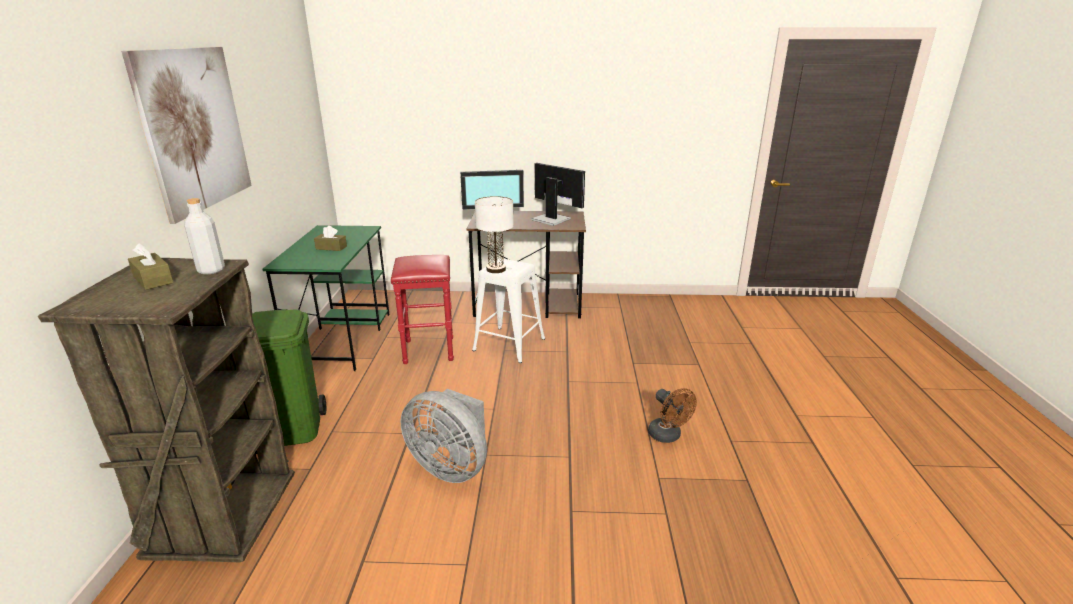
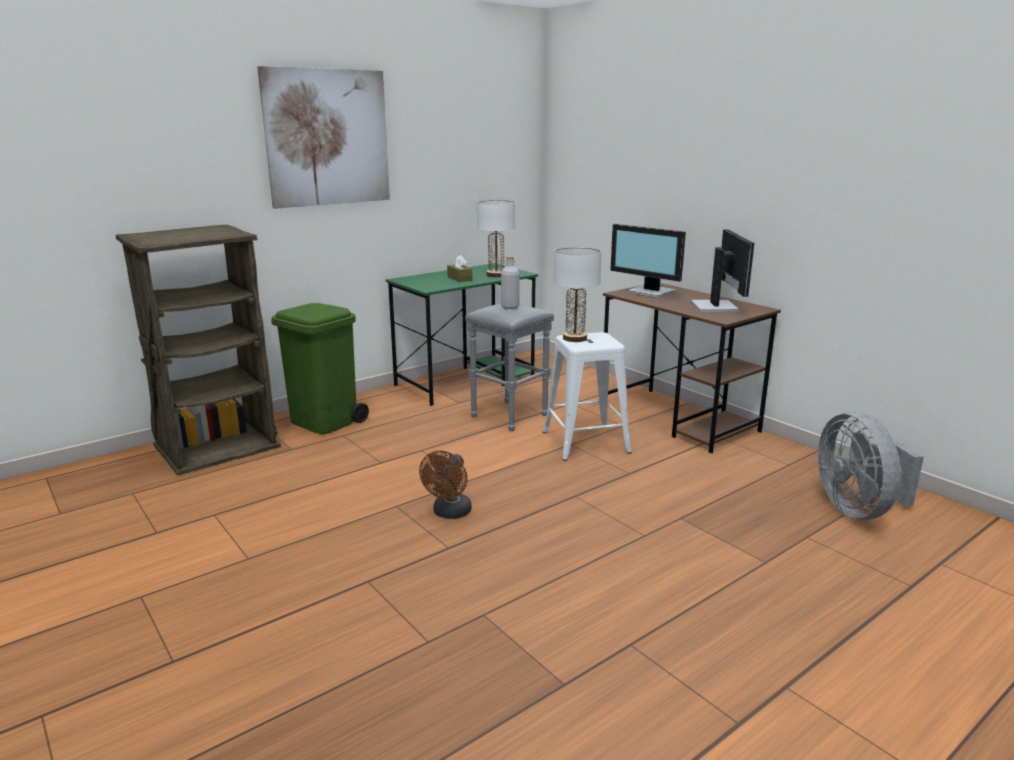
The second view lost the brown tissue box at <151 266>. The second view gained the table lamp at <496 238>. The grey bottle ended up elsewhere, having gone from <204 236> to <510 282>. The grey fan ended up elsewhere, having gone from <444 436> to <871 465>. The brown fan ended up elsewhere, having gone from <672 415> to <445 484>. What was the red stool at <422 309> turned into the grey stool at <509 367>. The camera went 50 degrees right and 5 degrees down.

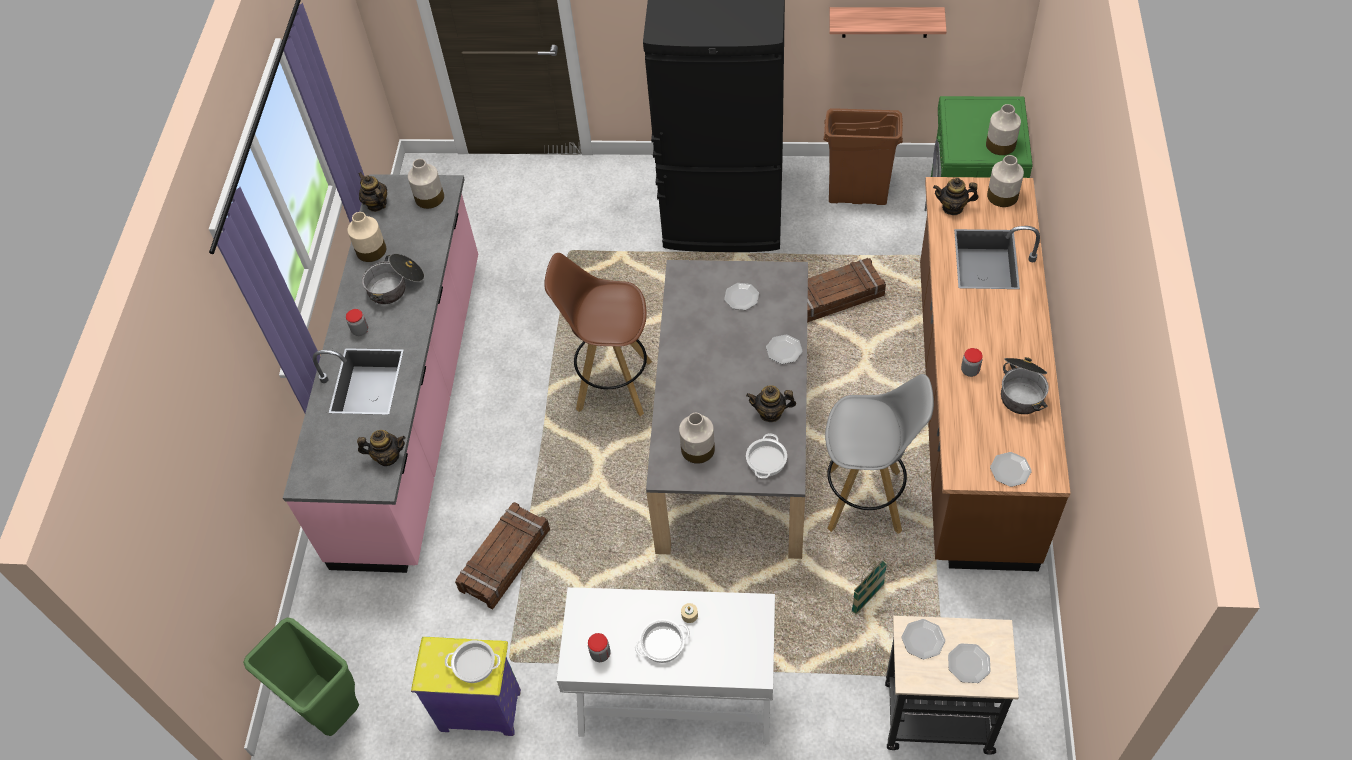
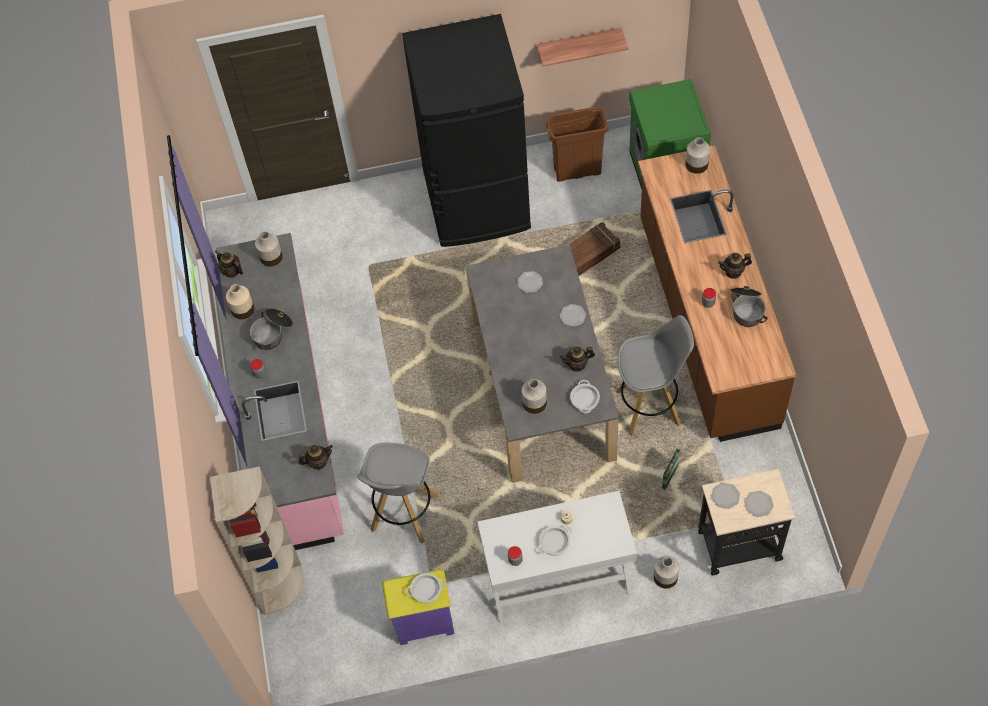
The second view lost the green trash can at <301 676>. The second view lost the brown stool at <598 334>. The second view lost the plate at <1011 469>. The second view gained the beige bookcase at <256 540>. The teapot ended up elsewhere, having gone from <956 196> to <735 266>. The beige vase ended up elsewhere, having gone from <1003 129> to <666 572>. Where the crate stood at <502 556>, the grey stool came to stand at <398 493>. The camera went 15 degrees left and 5 degrees up.

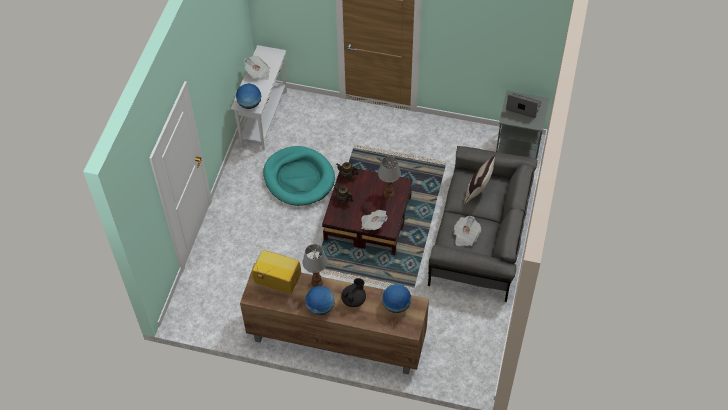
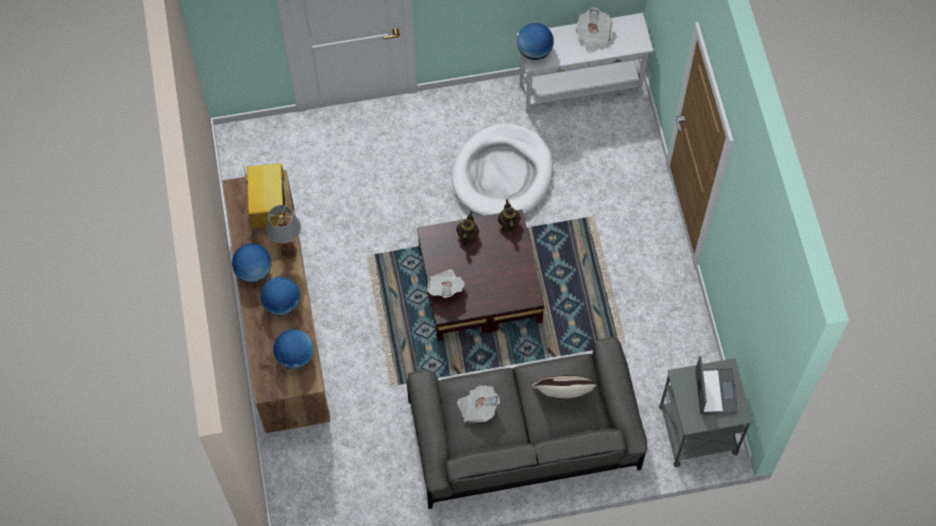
The second view lost the table lamp at <389 177>. Where the black teapot stood at <353 292>, the globe came to stand at <280 296>. What was the turquoise dog bed at <299 176> turned into the white dog bed at <502 169>. The camera went 65 degrees right and 10 degrees up.

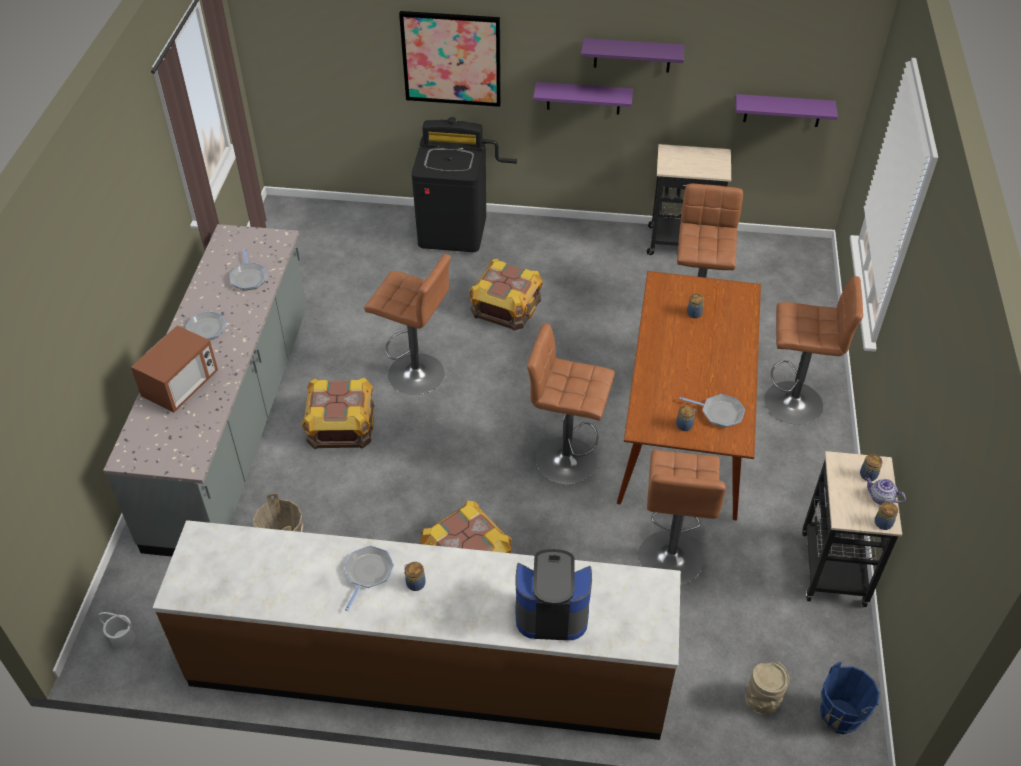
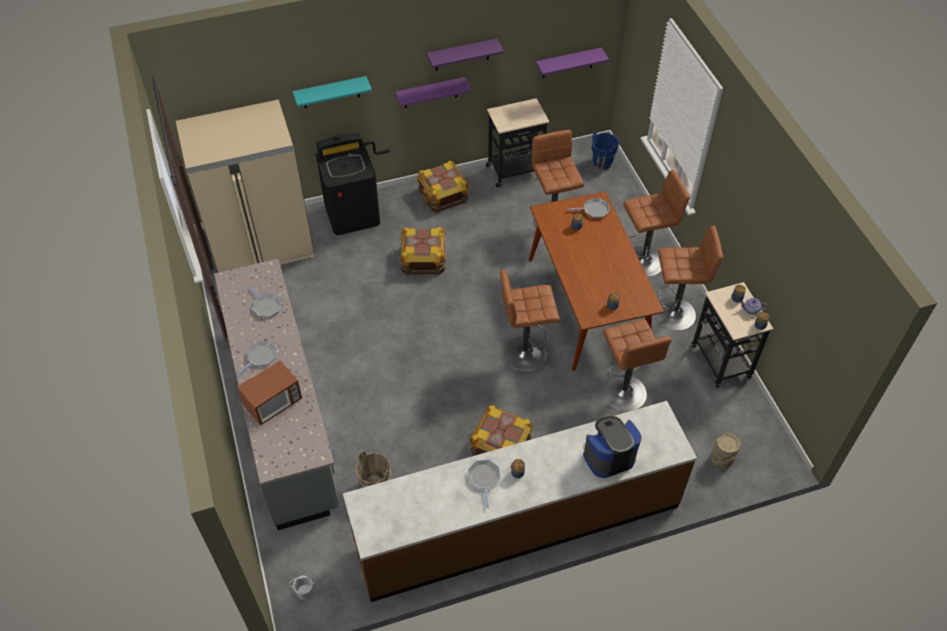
The second view gained the beige fridge at <245 186>. The crate ended up elsewhere, having gone from <338 413> to <443 187>. The brown stool ended up elsewhere, having gone from <407 324> to <688 278>. The frying pan ended up elsewhere, having gone from <712 411> to <589 208>. The blue bucket ended up elsewhere, having gone from <850 698> to <605 150>. Where the picture hung at <450 59>, the turquoise shelf came to hang at <332 92>. The microwave at <174 368> ended up facing another way, 45 degrees clockwise from before. The camera went 25 degrees left and 5 degrees up.

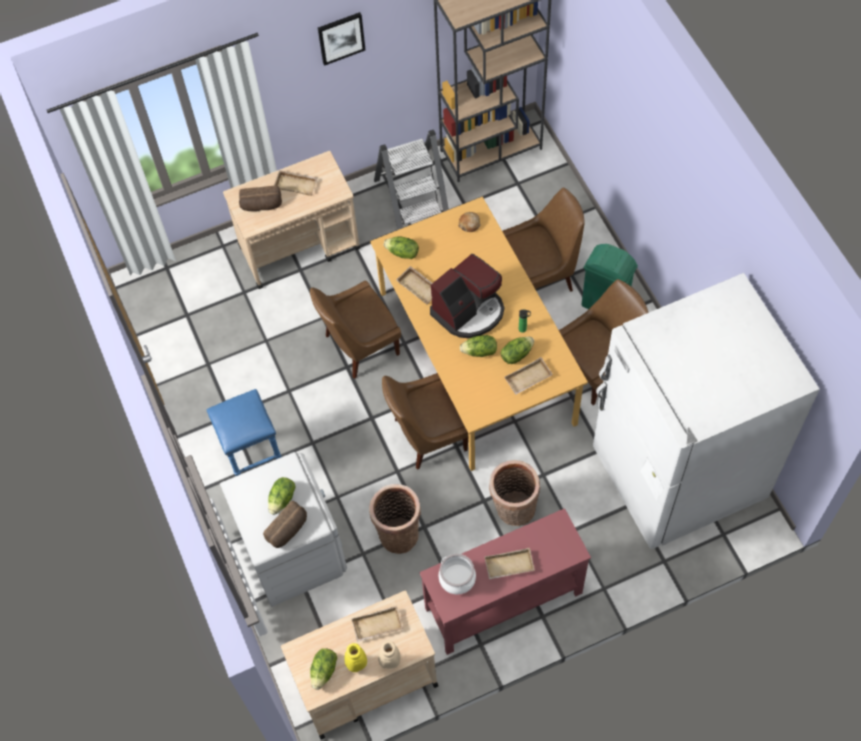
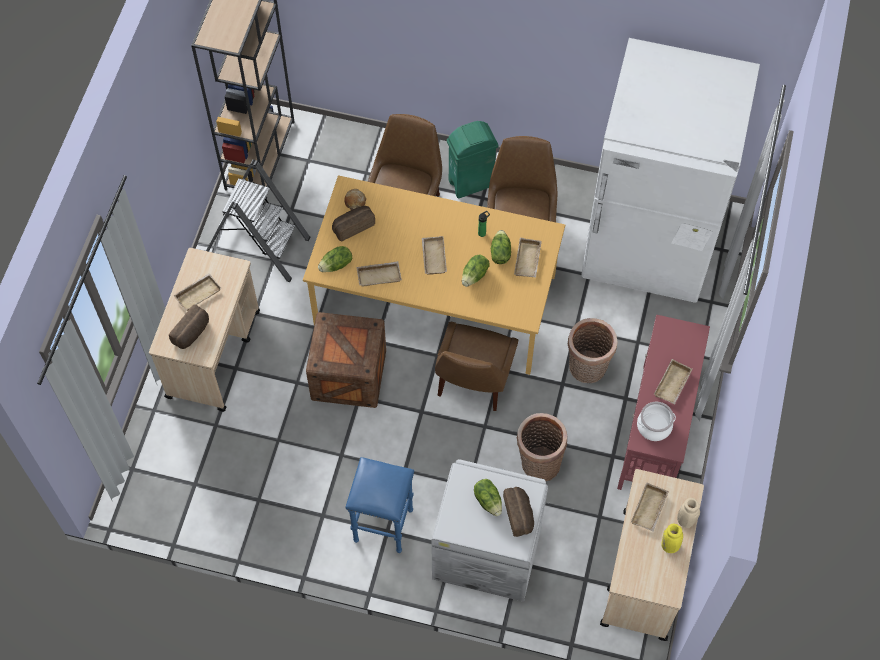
The second view lost the lettuce at <323 669>. The second view lost the picture at <341 39>. The second view gained the bread at <353 224>. Where the brown chair stood at <355 330>, the crate came to stand at <346 360>. Where the coffee machine stood at <467 296>, the beige tray came to stand at <434 255>. The camera went 55 degrees left and 0 degrees up.

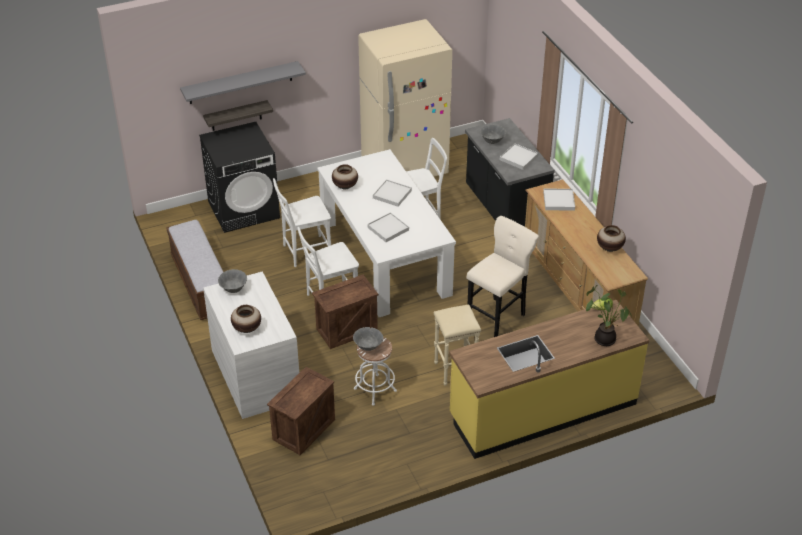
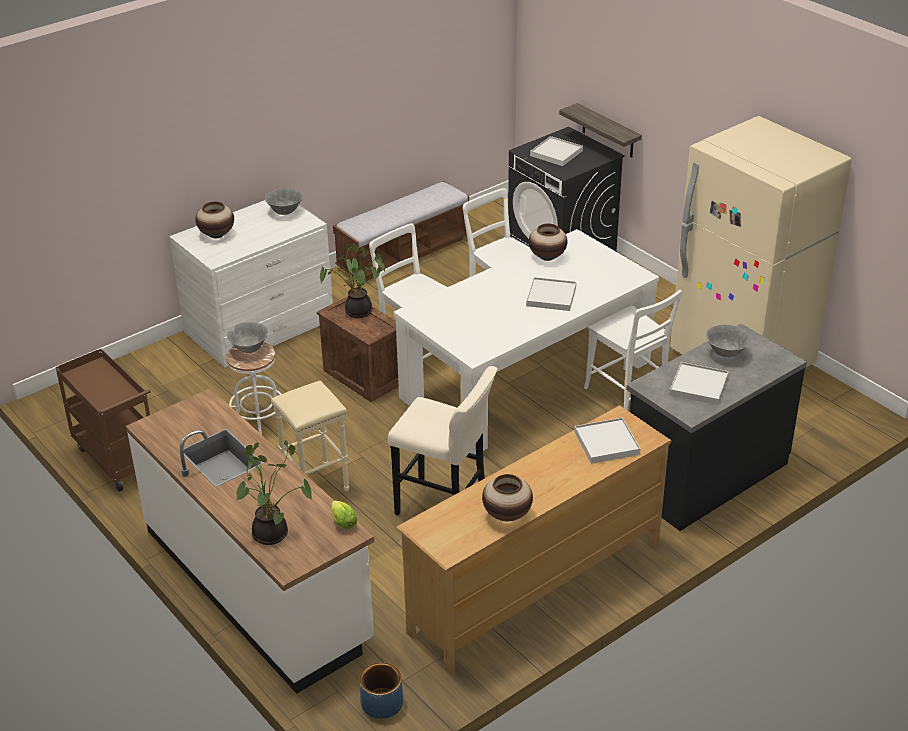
The second view lost the grey shelf at <243 82>. The second view lost the crate at <301 411>. The second view gained the brown cart at <103 420>. The second view gained the potted plant at <352 281>. The second view gained the blue planter at <381 690>. The white tray ended up elsewhere, having gone from <388 227> to <556 151>. What was the yellow counter at <549 379> turned into the white counter at <250 541>. The camera went 75 degrees right and 5 degrees down.

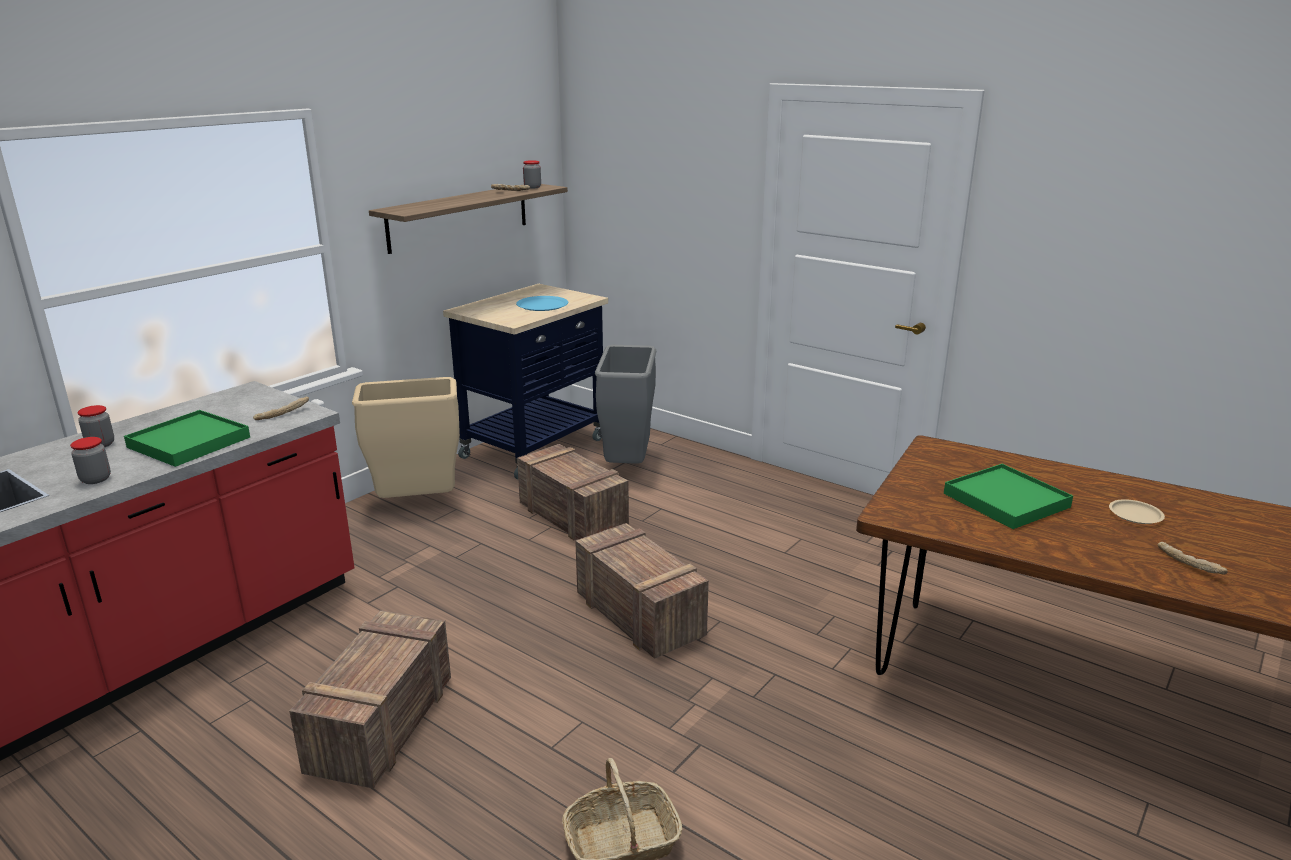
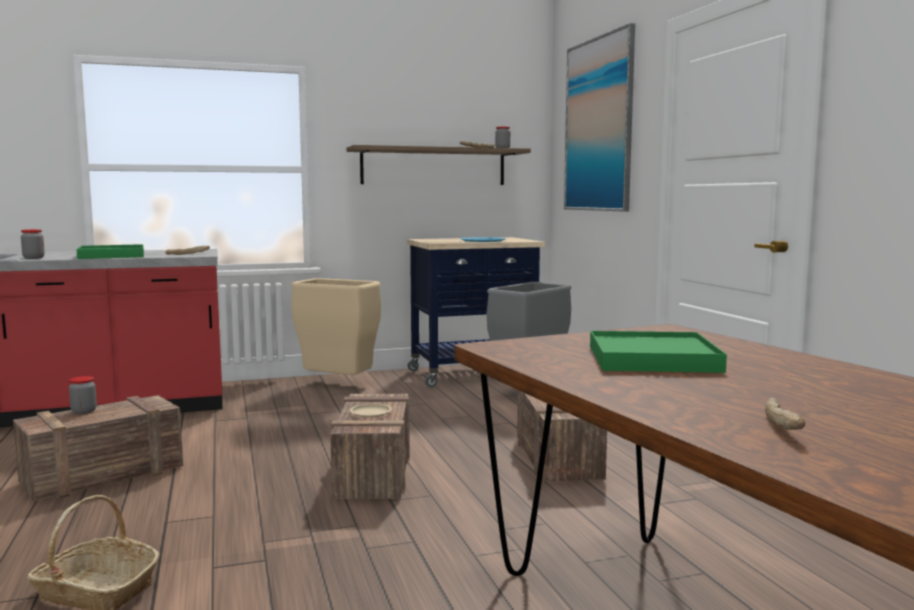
The second view gained the picture at <599 117>. The jar ended up elsewhere, having gone from <95 426> to <83 395>. The crate ended up elsewhere, having gone from <573 492> to <562 436>. The beige plate ended up elsewhere, having gone from <1137 511> to <371 411>. The camera went 35 degrees right and 15 degrees down.

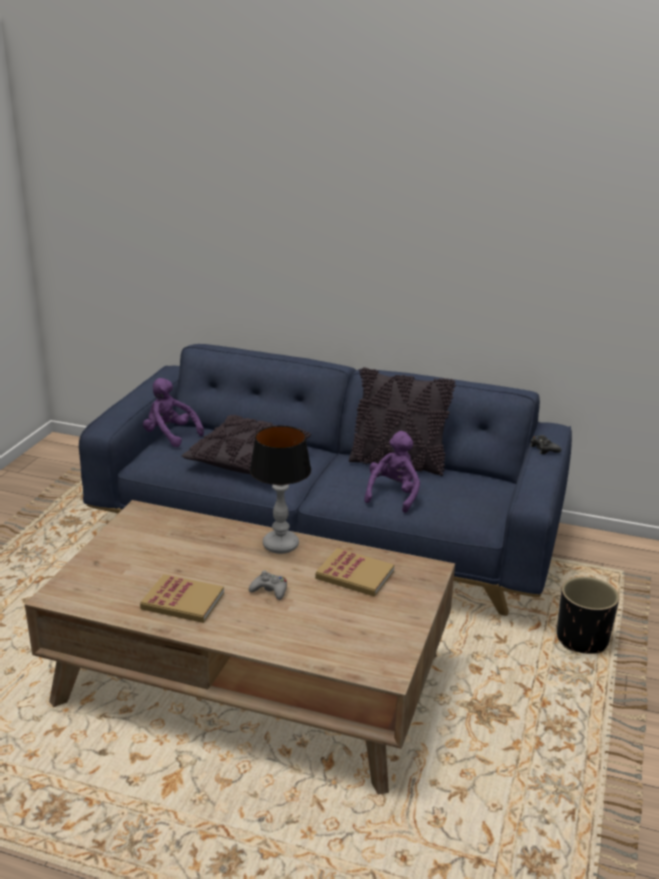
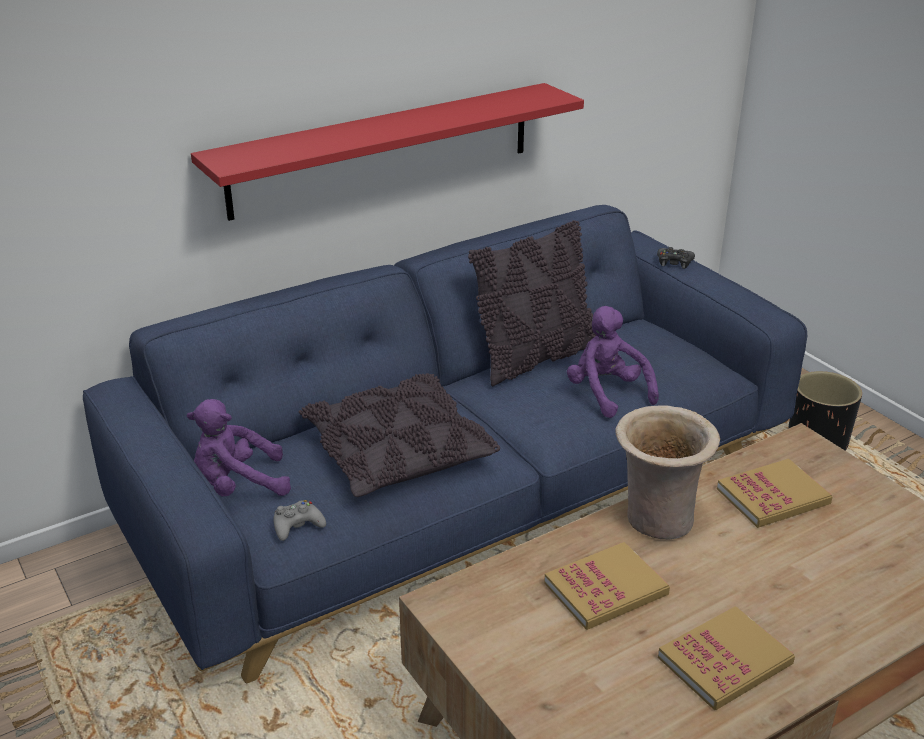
The second view gained the red shelf at <387 152>. The second view gained the book at <607 586>. The grey game controller ended up elsewhere, having gone from <268 585> to <299 520>. Where the table lamp stood at <280 489>, the beige vase came to stand at <668 472>. The camera went 50 degrees left and 5 degrees up.

